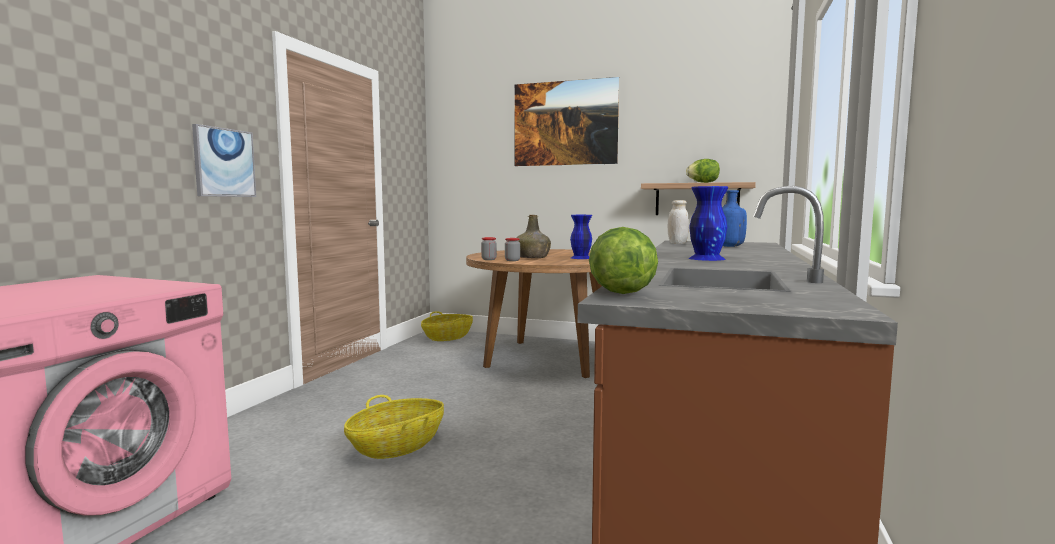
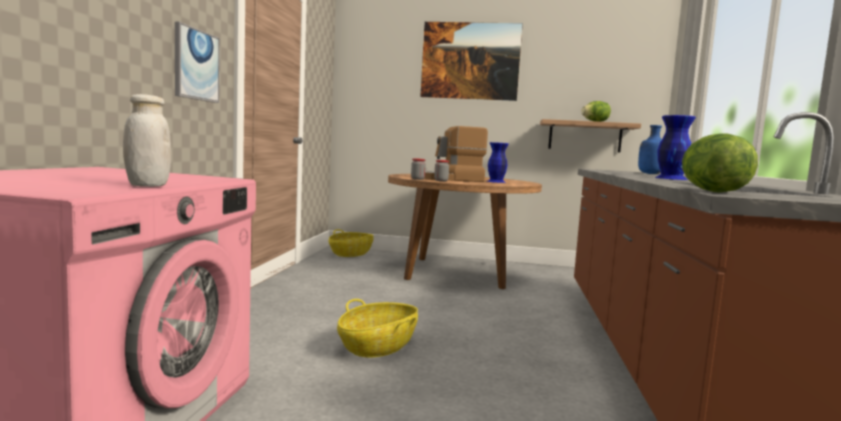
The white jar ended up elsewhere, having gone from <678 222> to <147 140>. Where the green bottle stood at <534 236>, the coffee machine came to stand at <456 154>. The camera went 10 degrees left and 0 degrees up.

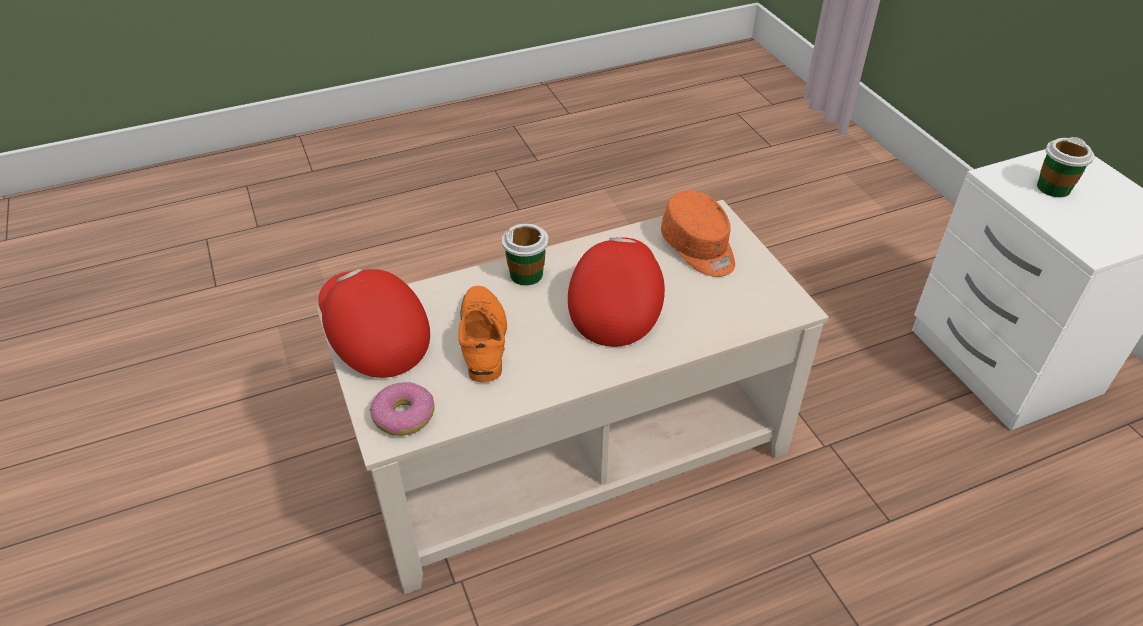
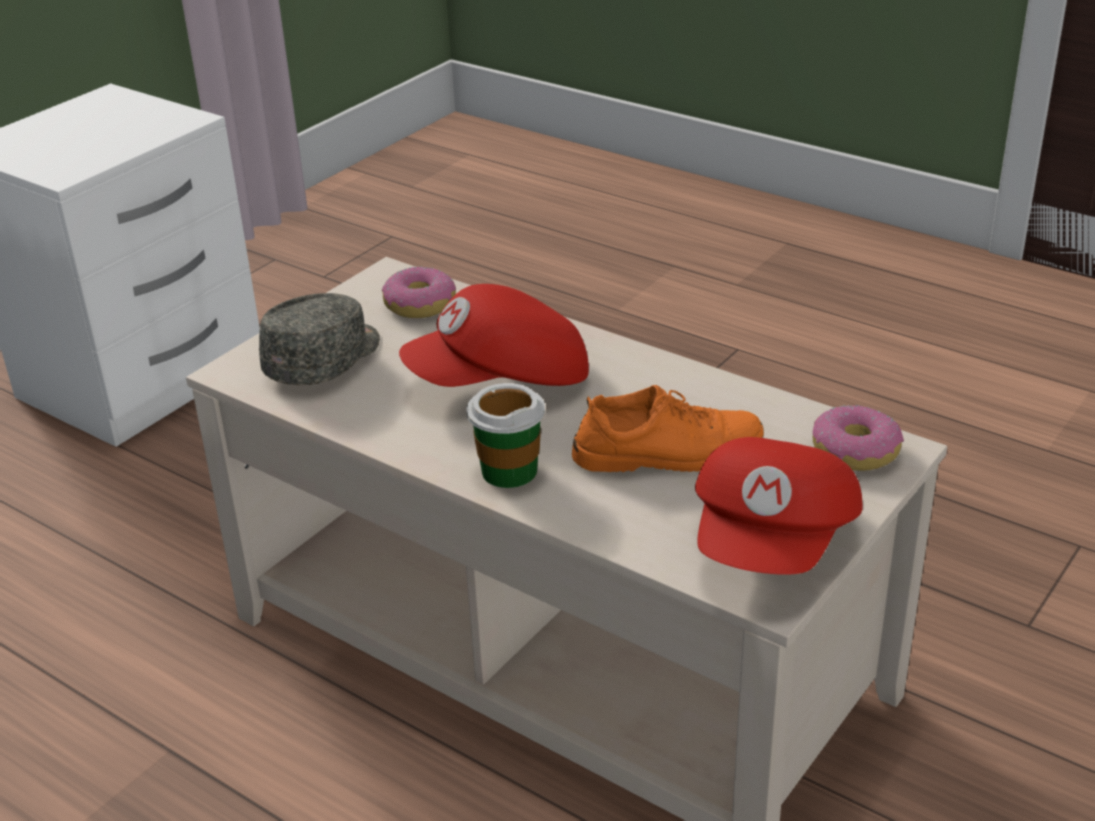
The second view lost the cup at <1066 167>. The second view gained the donut at <419 292>. What was the orange cap at <698 233> turned into the grey cap at <319 339>. The orange shoe at <482 334> ended up facing another way, 150 degrees counterclockwise from before. The camera went 120 degrees left and 10 degrees down.

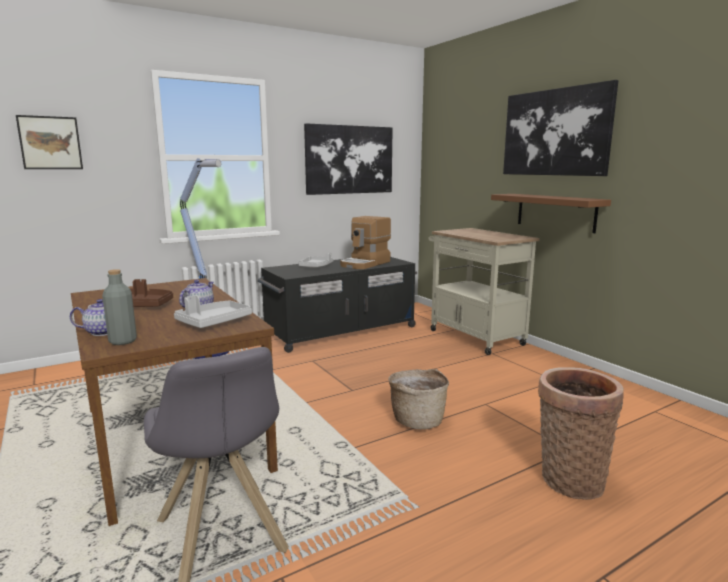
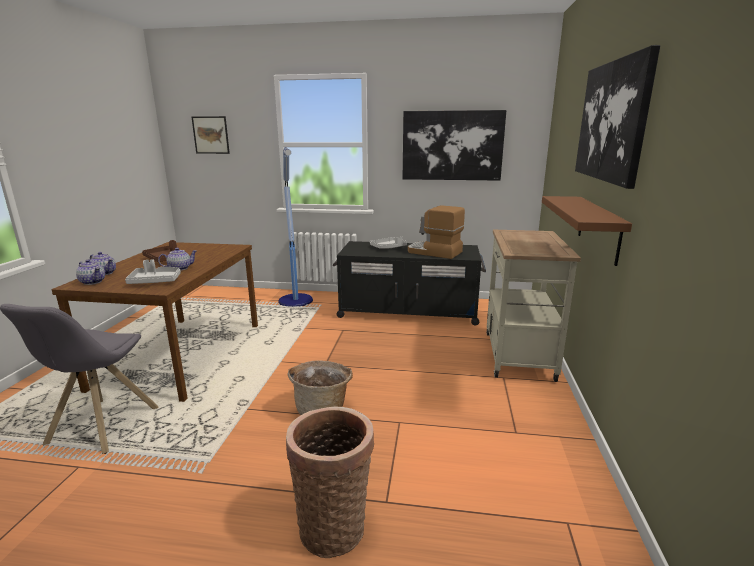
Where the grey bottle stood at <119 307>, the teapot came to stand at <90 272>. The coffee machine at <365 242> ended up facing another way, 45 degrees clockwise from before. The camera went 40 degrees right and 5 degrees up.

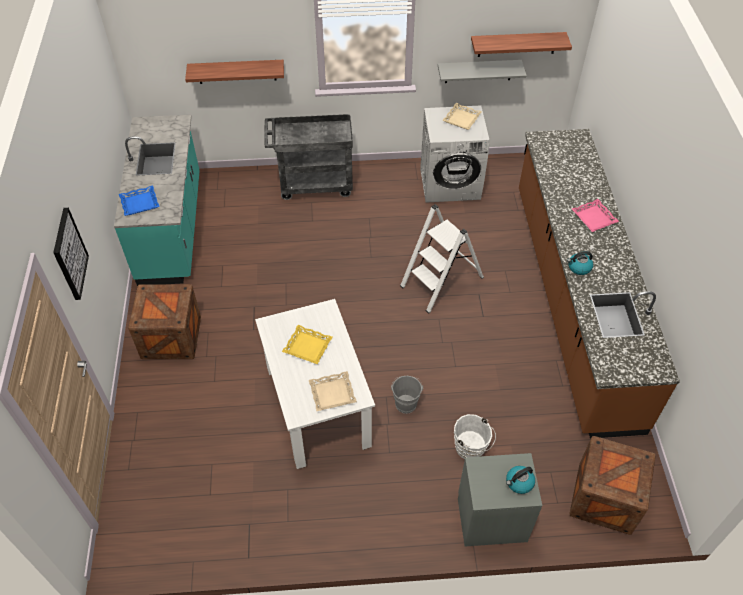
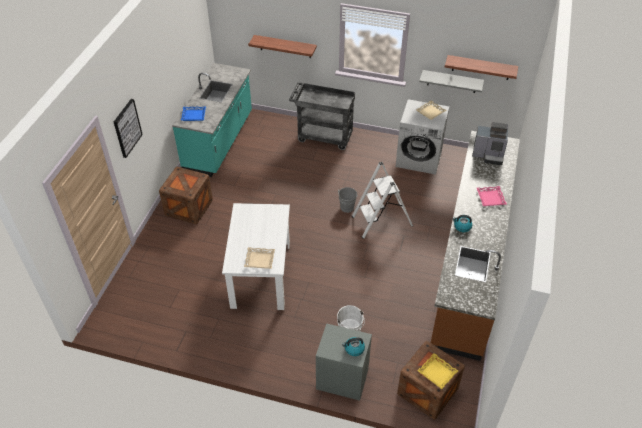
The second view gained the coffee machine at <490 143>. The yellow tray ended up elsewhere, having gone from <307 345> to <437 371>. The grey bucket ended up elsewhere, having gone from <407 395> to <348 200>. The camera went 20 degrees right and 5 degrees down.

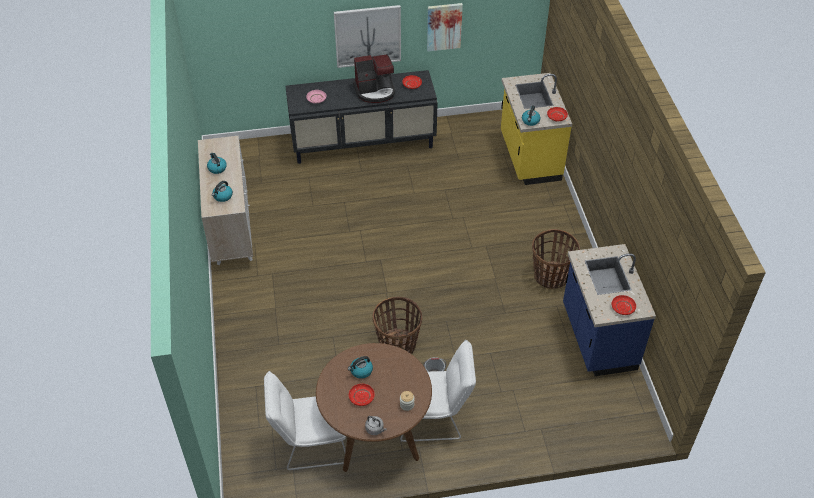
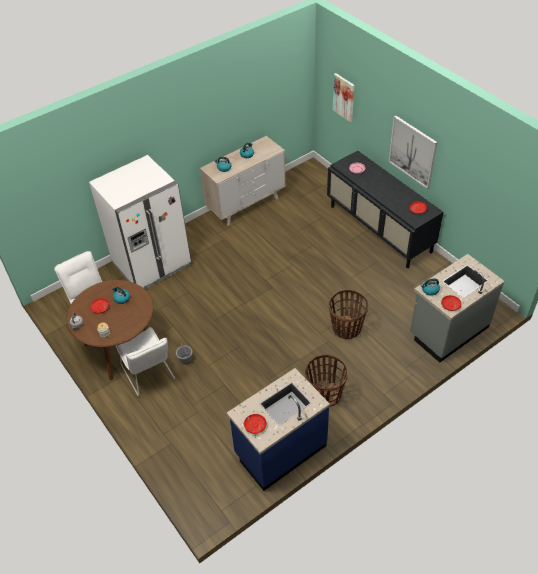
The second view lost the coffee machine at <374 78>. The second view gained the white fridge at <140 222>. The basket ended up elsewhere, having gone from <397 325> to <348 314>. The picture ended up elsewhere, having gone from <445 27> to <344 97>. What was the yellow counter at <536 129> turned into the grey counter at <457 308>. The camera went 65 degrees right and 0 degrees up.

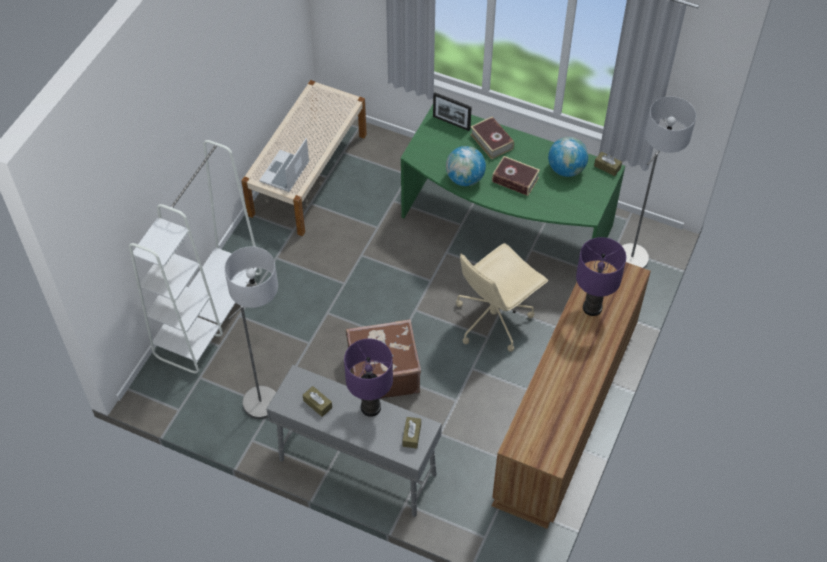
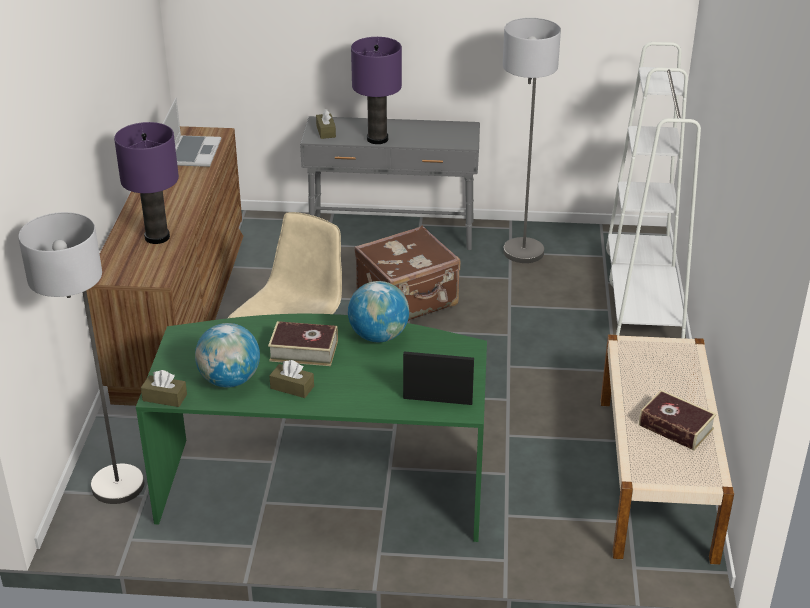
The laptop ended up elsewhere, having gone from <284 165> to <191 132>. The brown tissue box ended up elsewhere, having gone from <317 401> to <291 379>. The book ended up elsewhere, having gone from <492 138> to <678 420>. The camera went 160 degrees right and 20 degrees down.

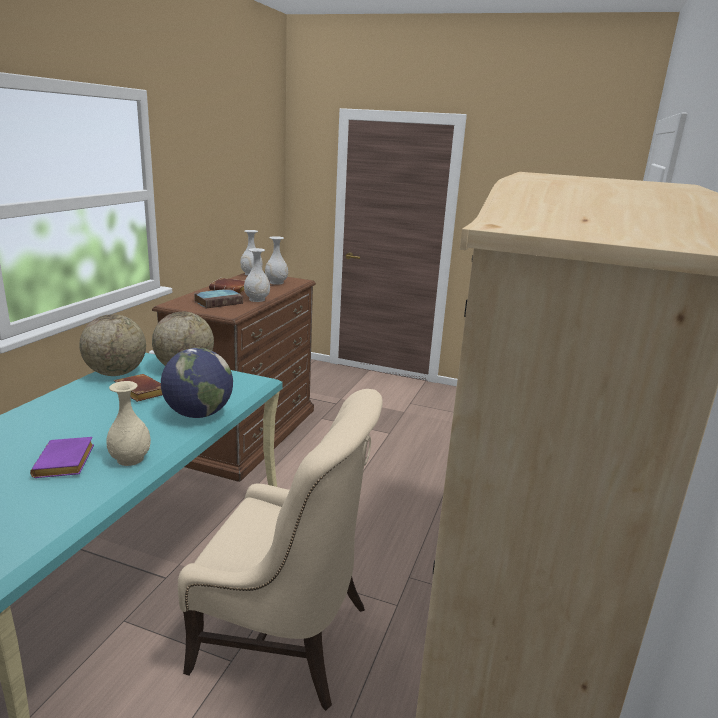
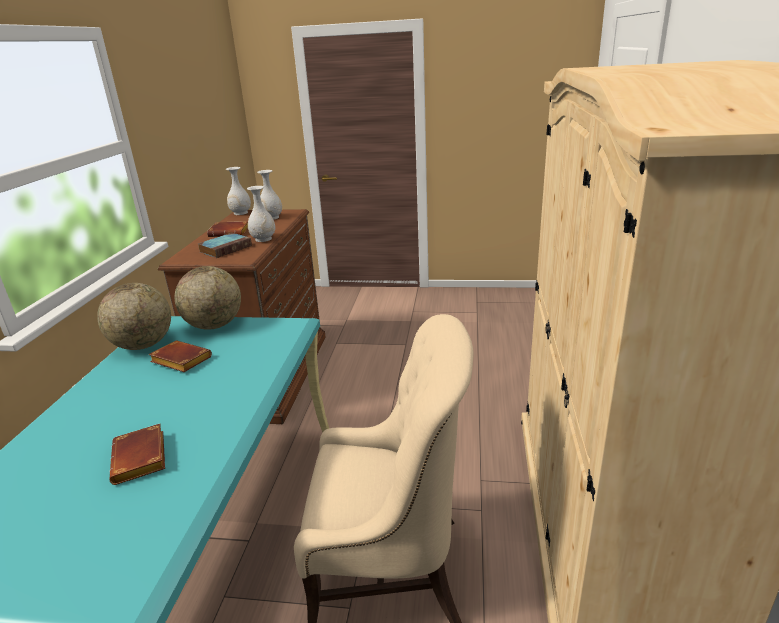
The second view lost the beige vase at <128 423>. The second view lost the globe at <197 383>. What was the purple book at <62 457> turned into the brown book at <137 454>. The camera went 10 degrees left and 5 degrees up.

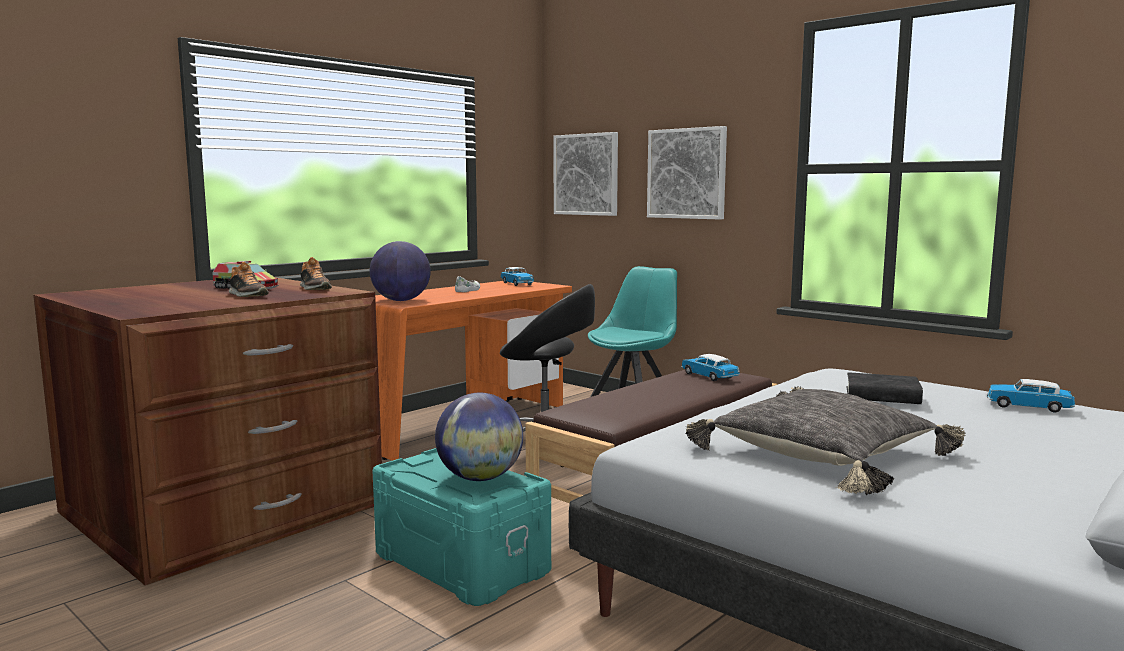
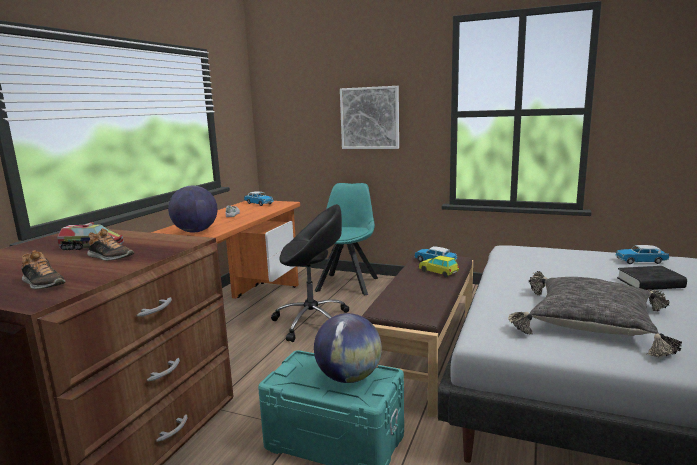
The second view lost the picture at <586 174>. The second view gained the toy car at <439 266>. The shoe ended up elsewhere, having gone from <316 273> to <43 269>. The black book ended up elsewhere, having gone from <884 388> to <652 278>. The camera went 20 degrees left and 5 degrees up.

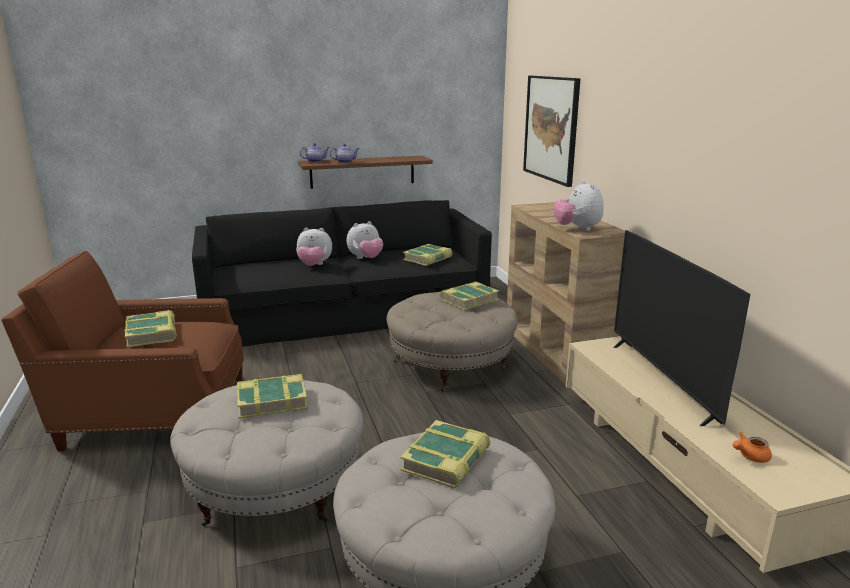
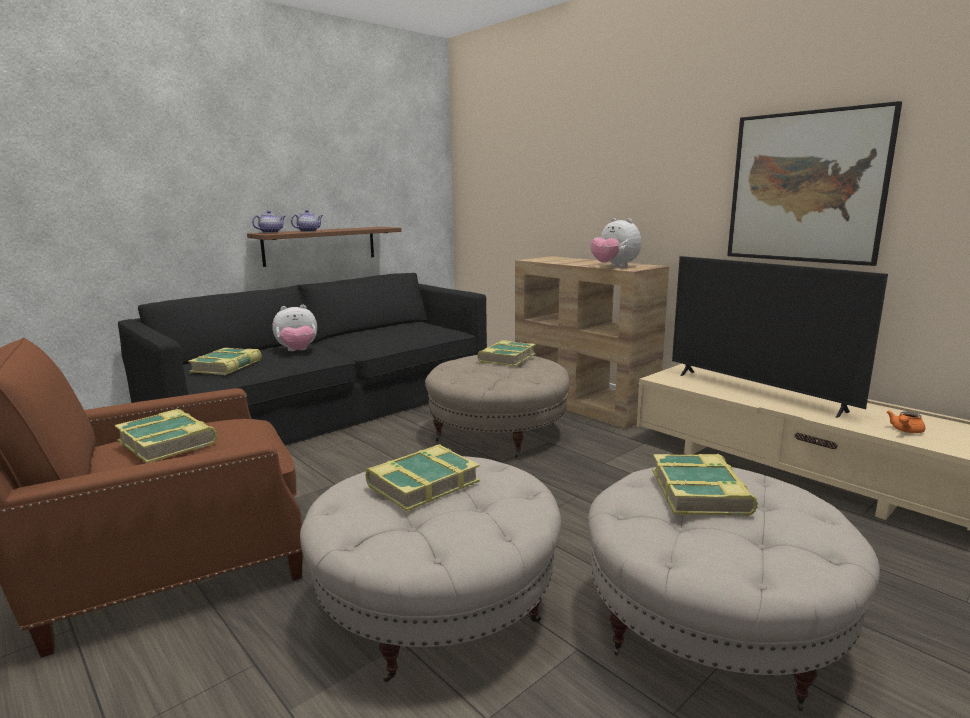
The second view lost the plush toy at <365 240>. The book ended up elsewhere, having gone from <427 255> to <225 361>. The picture ended up elsewhere, having gone from <551 131> to <814 183>. The camera went 25 degrees left and 5 degrees down.

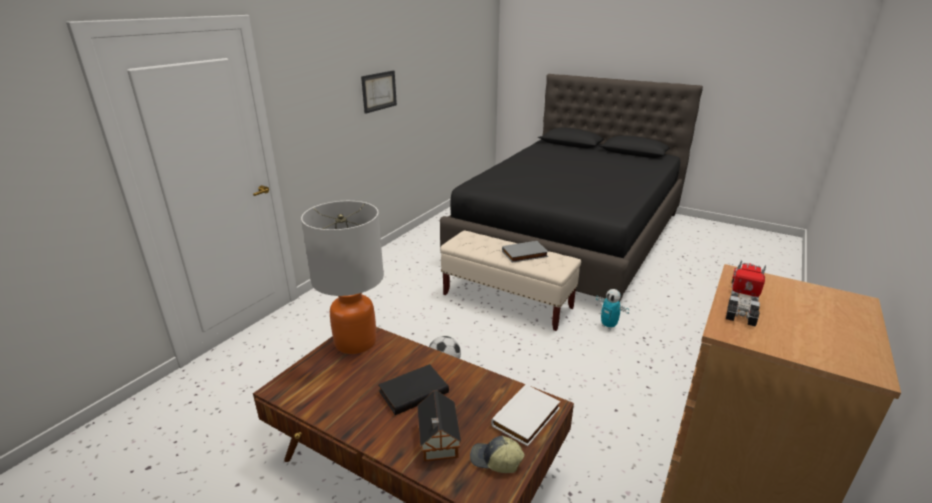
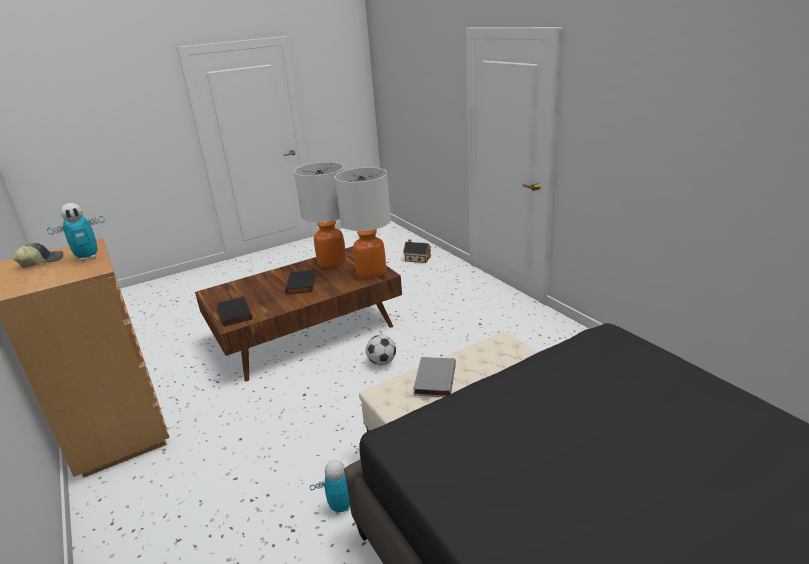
The second view lost the picture at <379 92>. The second view gained the table lamp at <320 215>. The toy house ended up elsewhere, having gone from <439 426> to <417 251>. The cap ended up elsewhere, having gone from <497 454> to <37 255>. Where the toy truck stood at <746 293>, the toy robot came to stand at <76 232>. What was the white book at <525 415> turned into the black book at <234 311>. The camera went 120 degrees right and 0 degrees up.

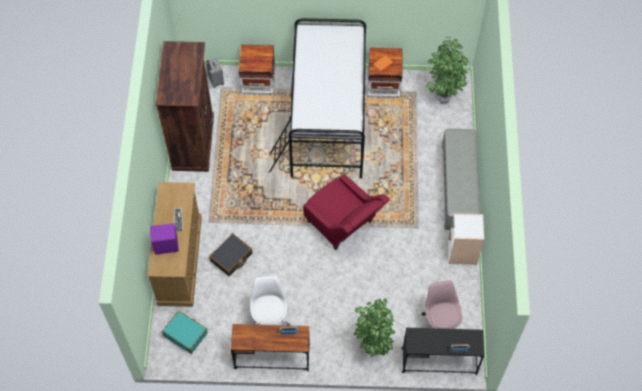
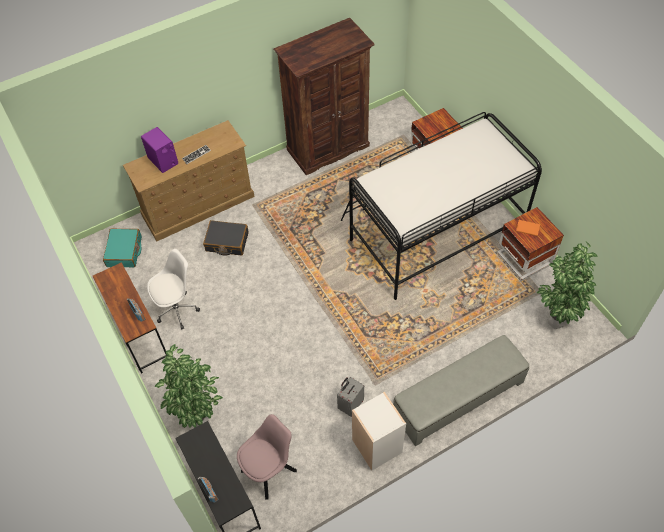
The second view lost the red armchair at <346 212>. The grey suitcase ended up elsewhere, having gone from <215 73> to <350 397>. The camera went 60 degrees right and 5 degrees down.

